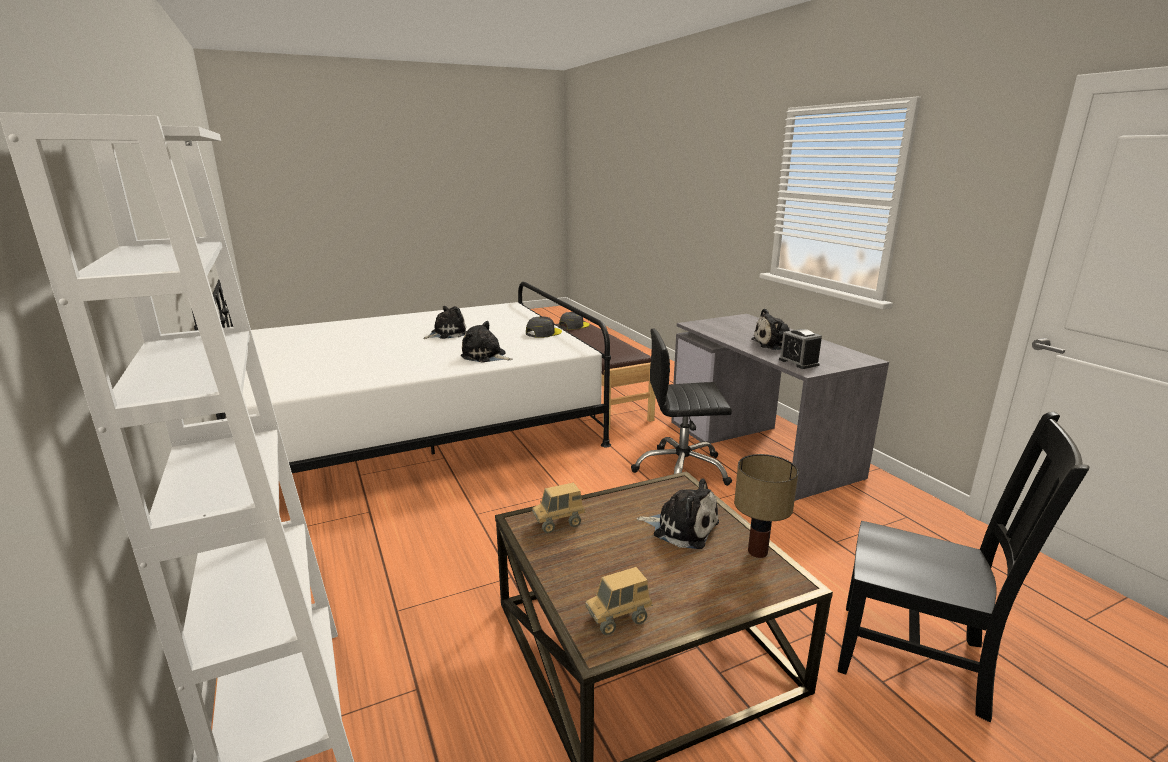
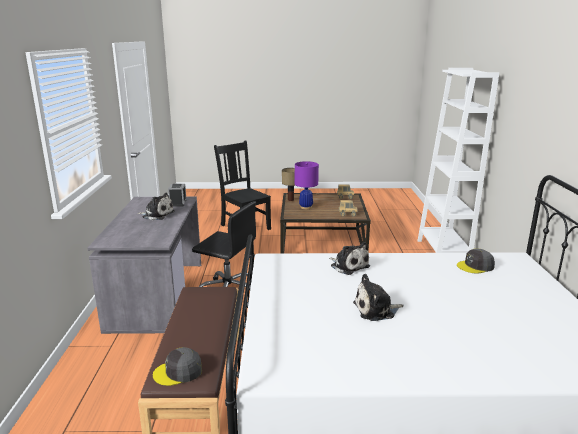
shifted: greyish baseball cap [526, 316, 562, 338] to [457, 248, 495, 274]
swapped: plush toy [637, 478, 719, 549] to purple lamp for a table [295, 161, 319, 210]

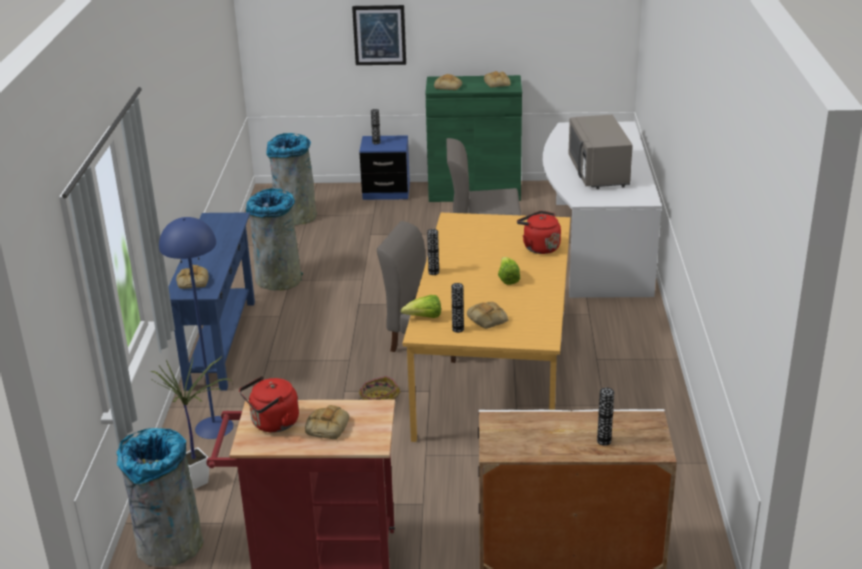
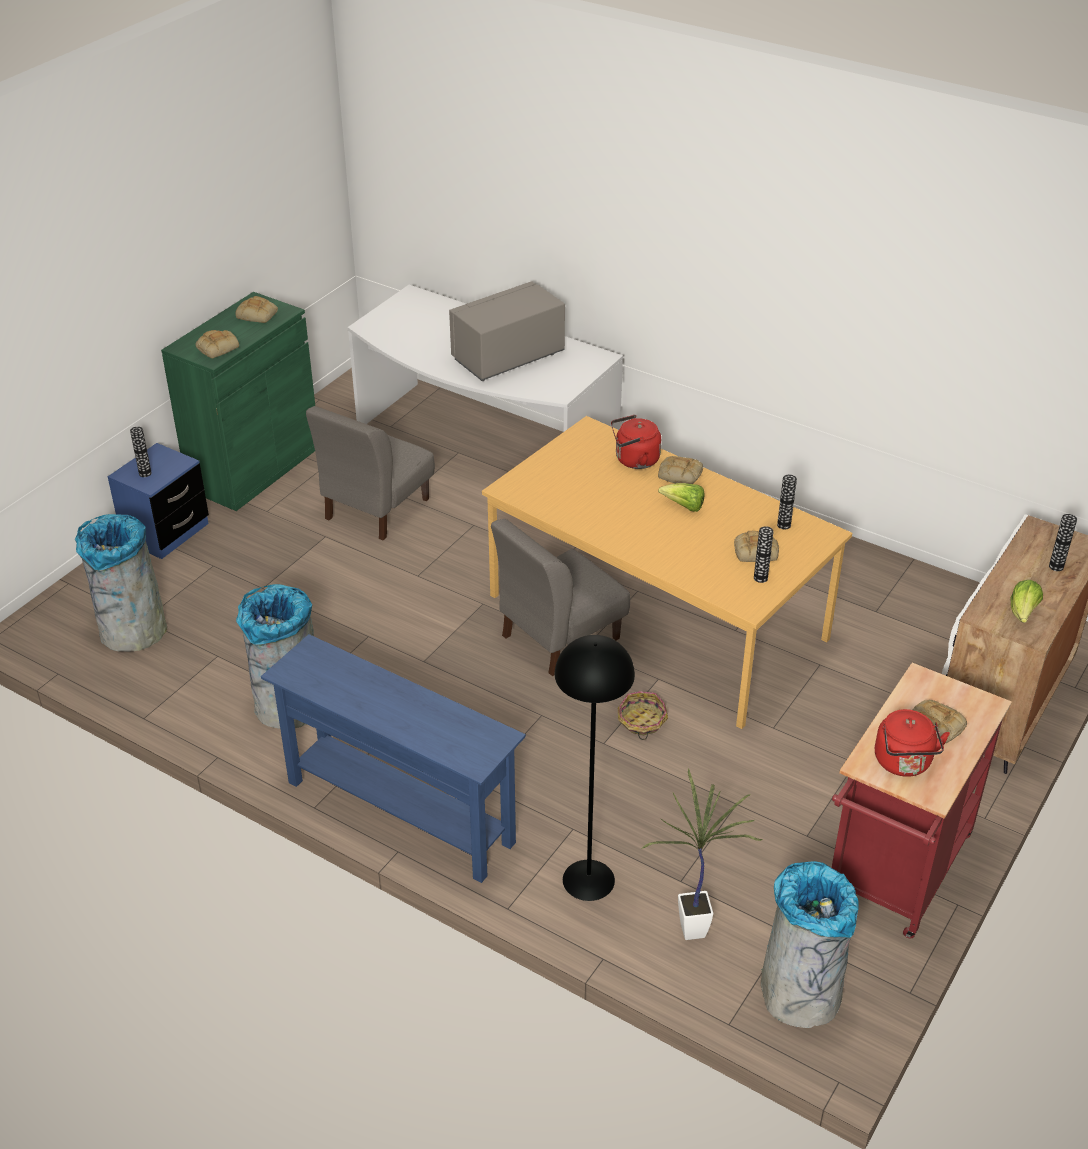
gone: wall picture [352, 5, 406, 65]
shifted: decorative vase [427, 229, 439, 275] to [777, 475, 797, 530]; bread [176, 265, 209, 289] to [658, 456, 703, 484]; lettuce [401, 295, 441, 318] to [1010, 580, 1043, 623]
repainted: blue-coloured standing lamp [159, 217, 234, 439] to black standing lamp [555, 635, 635, 901]
rotated: greyish kitchen microwave [569, 115, 633, 189] = [449, 281, 565, 381] 120 degrees clockwise

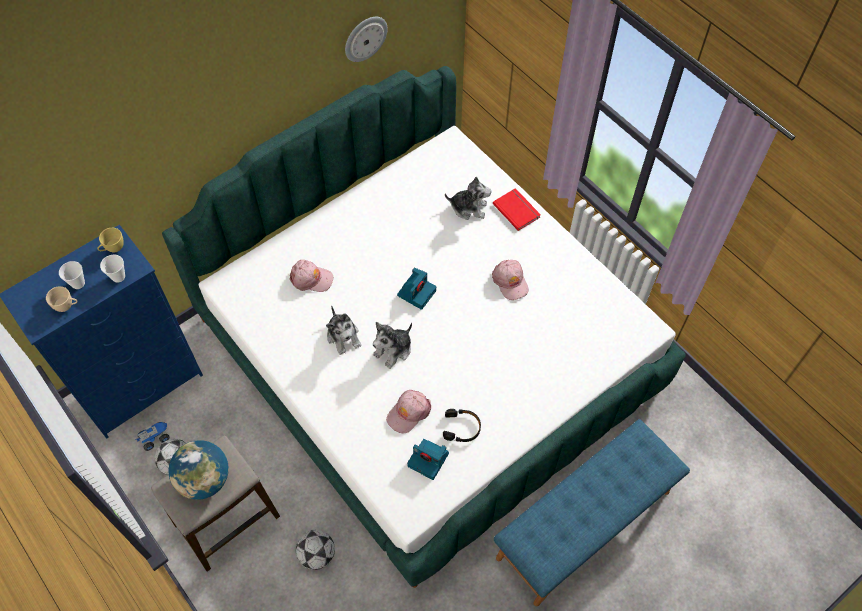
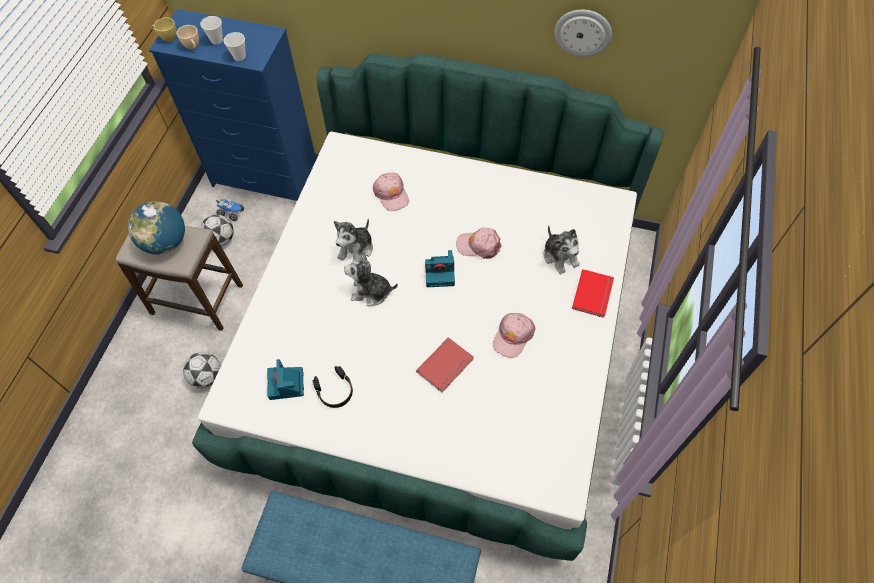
new: reddish book [416, 337, 473, 393]
shifted: yellow drinking cup [97, 228, 124, 252] to [152, 17, 177, 42]; pink-coloured baseball cap [386, 390, 431, 433] to [456, 228, 502, 259]

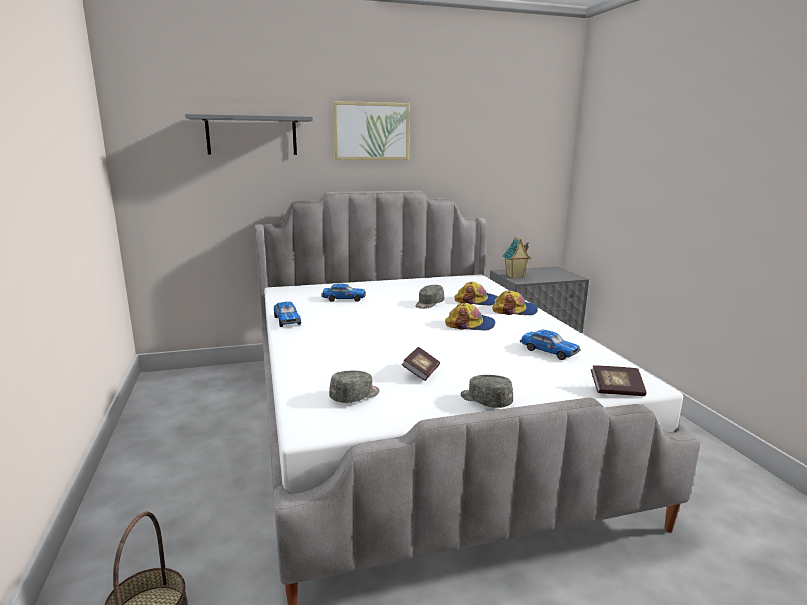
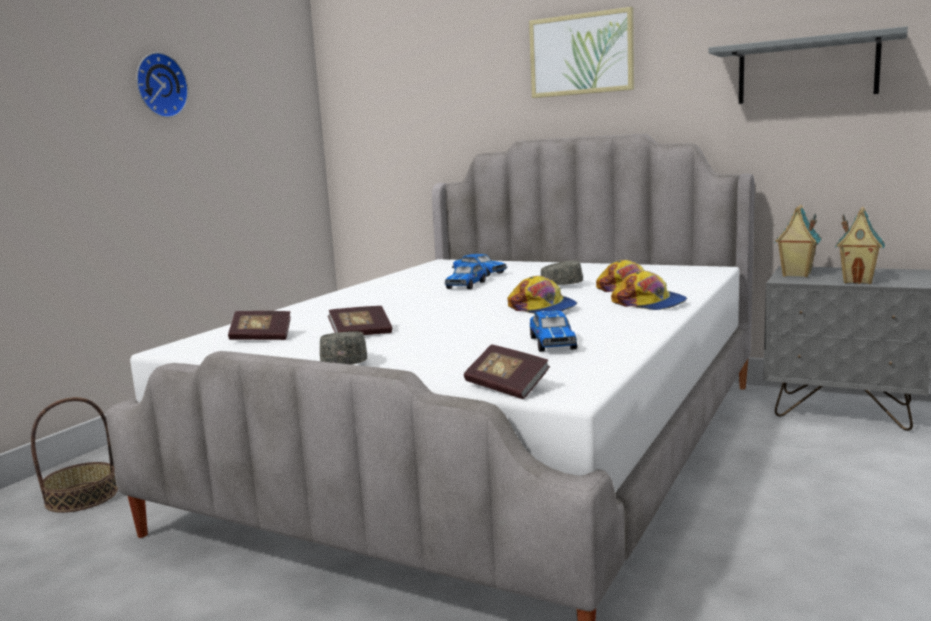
new: wall clock [136, 52, 189, 118]; model house [836, 207, 885, 284]
shifted: greyish bracket shelf [185, 114, 313, 155] to [709, 26, 908, 104]; miniature car [274, 302, 301, 327] to [445, 263, 488, 289]
swapped: greyish baseball cap [329, 371, 380, 403] to book [228, 311, 291, 340]

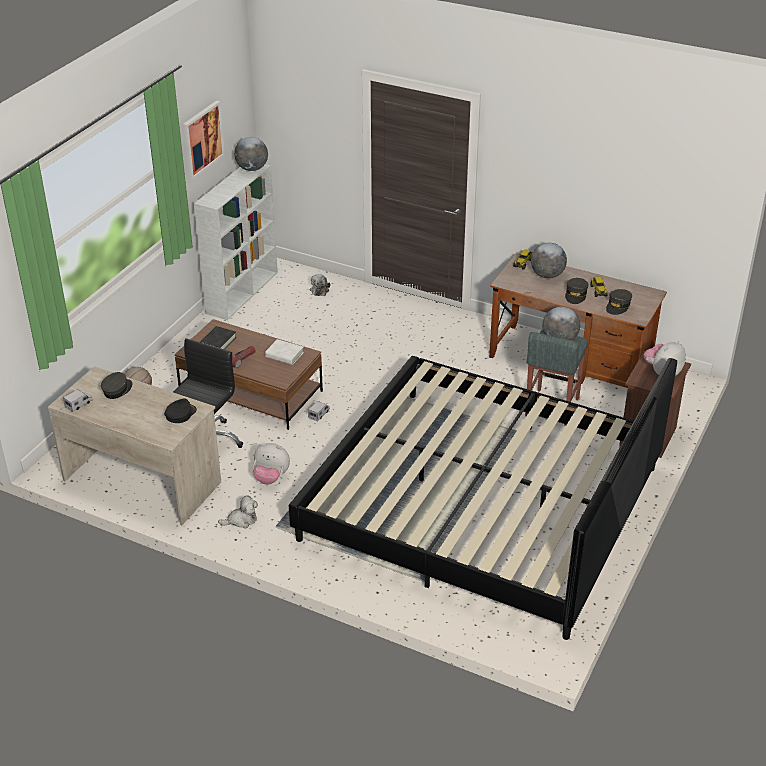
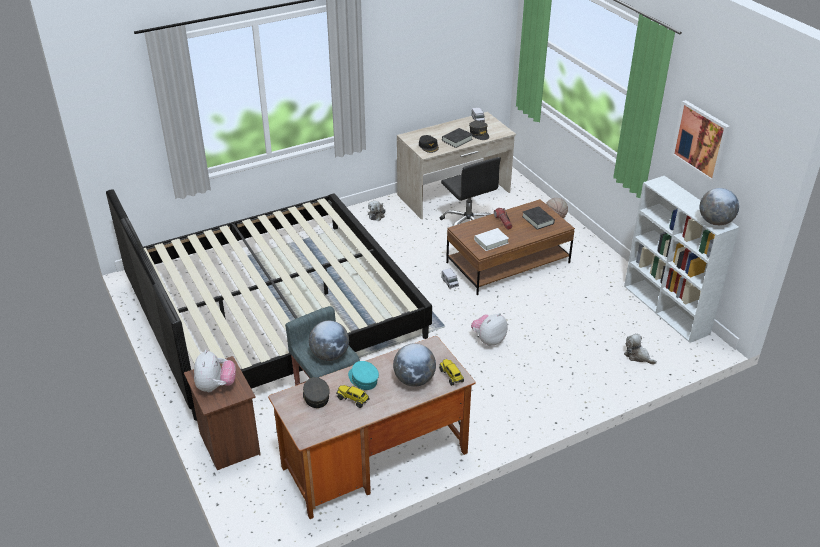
new: black book [442, 128, 473, 148]
shifted: plush toy [252, 443, 290, 485] to [471, 313, 508, 346]
repainted: greyish baseball cap [565, 278, 588, 304] to turquoise-coloured baseball cap [348, 361, 379, 390]

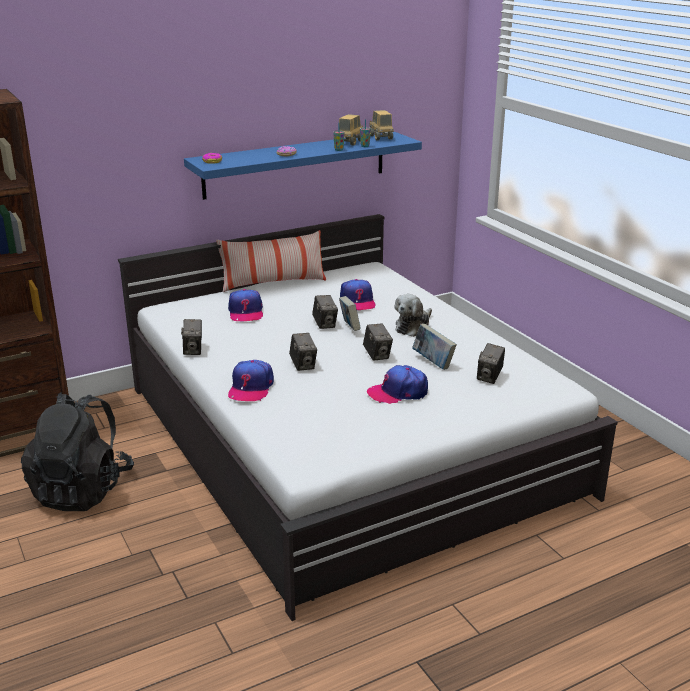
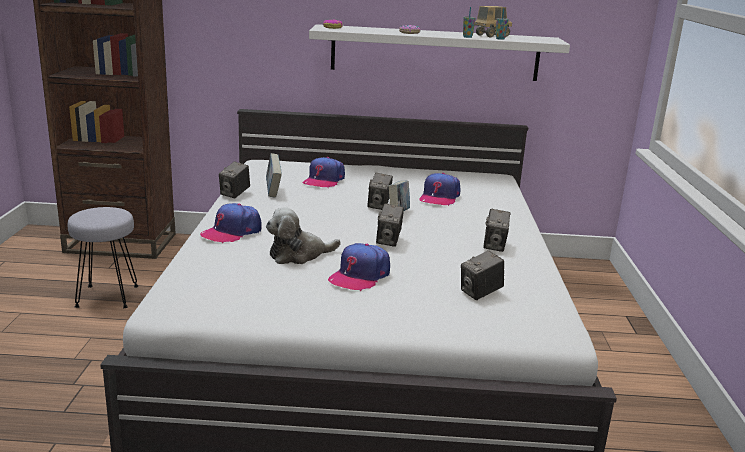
gone: model truck [369, 110, 394, 140]; throw pillow [216, 230, 326, 292]
shifted: plush toy [394, 294, 432, 337] to [266, 207, 341, 264]; book [412, 324, 457, 370] to [266, 153, 282, 198]; still camera [289, 333, 317, 371] to [483, 209, 510, 252]
swapped: black rucksack [21, 392, 134, 511] to greyish stool seat [68, 207, 138, 308]
repainted: blue-coloured bracket shelf [184, 132, 422, 200] to white-coloured bracket shelf [309, 24, 570, 81]
rotated: baseball cap [367, 365, 428, 404] = [328, 243, 390, 291] 75 degrees counterclockwise

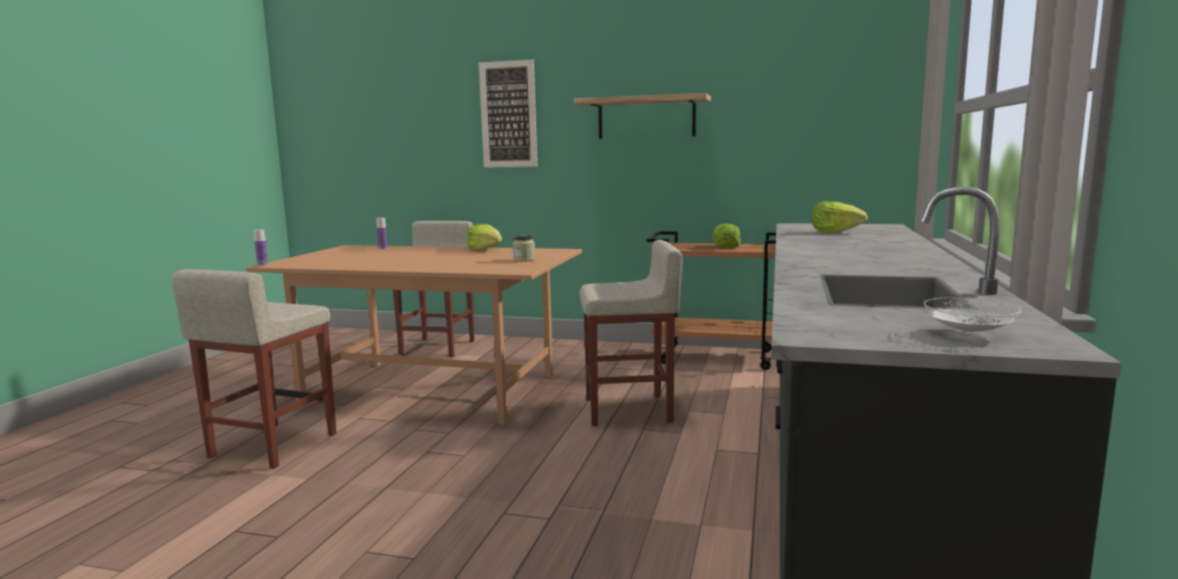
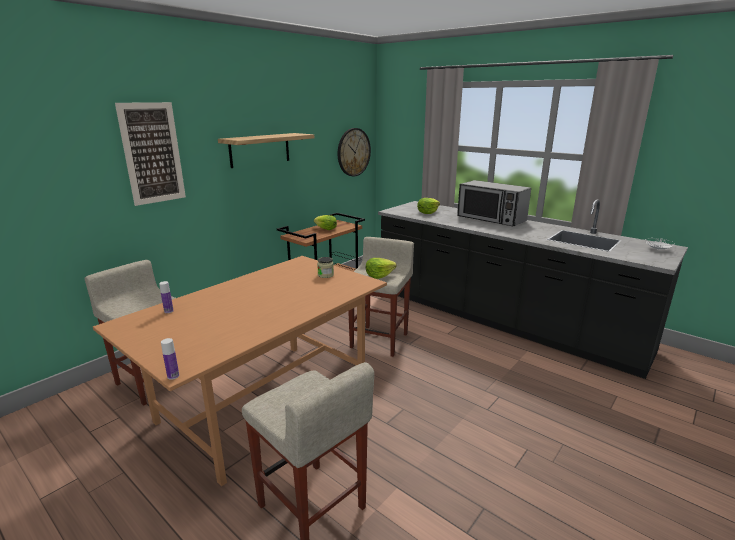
new: wall clock [338, 128, 371, 176]; kitchen microwave [457, 180, 531, 226]
shifted: lettuce [467, 224, 502, 250] to [366, 258, 397, 279]

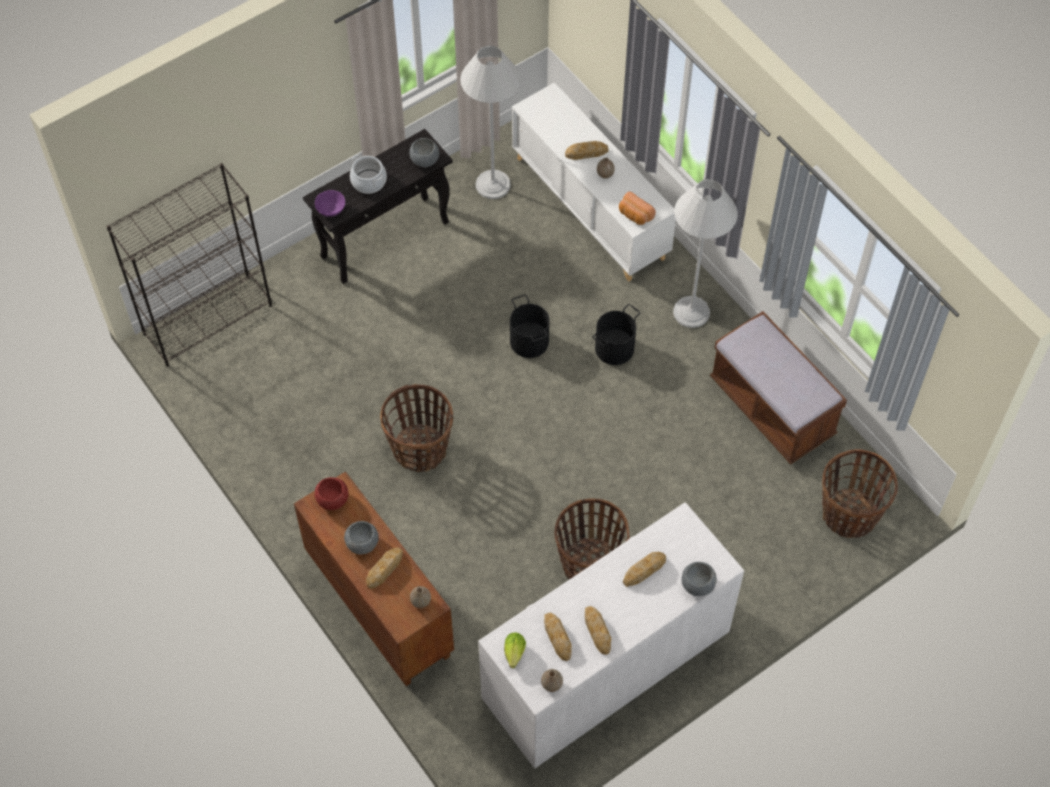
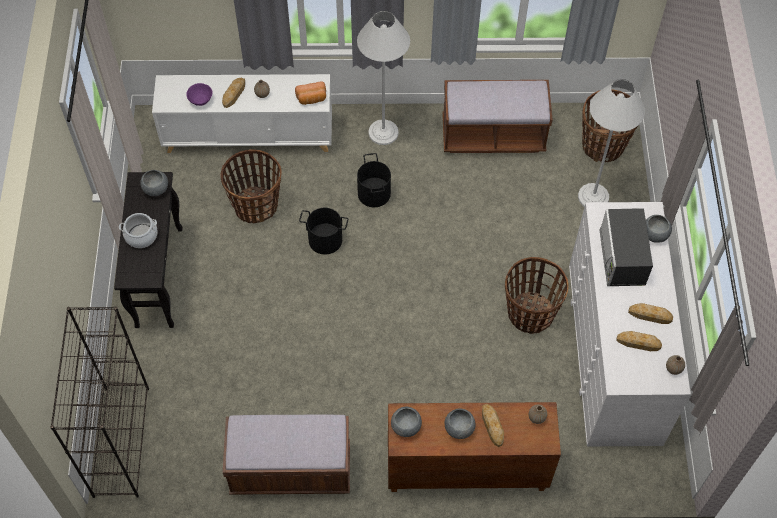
gone: lettuce [504, 632, 526, 668]
new: brownish long seat [223, 415, 350, 495]
shifted: white-coloured standing lamp [460, 46, 521, 199] to [578, 79, 645, 207]; purple deep dish [315, 190, 345, 217] to [186, 83, 213, 106]; storage basket [380, 384, 453, 472] to [220, 149, 281, 224]
swapped: bread [623, 552, 666, 587] to kitchen microwave [600, 208, 653, 286]
repainted: reddish deep dish [315, 477, 348, 510] to greyish deep dish [391, 407, 422, 437]

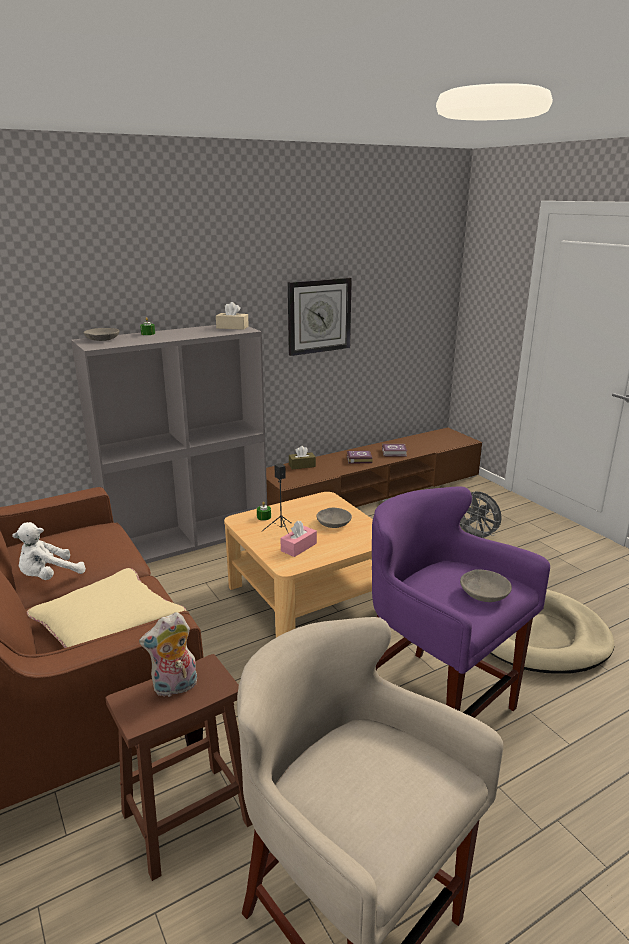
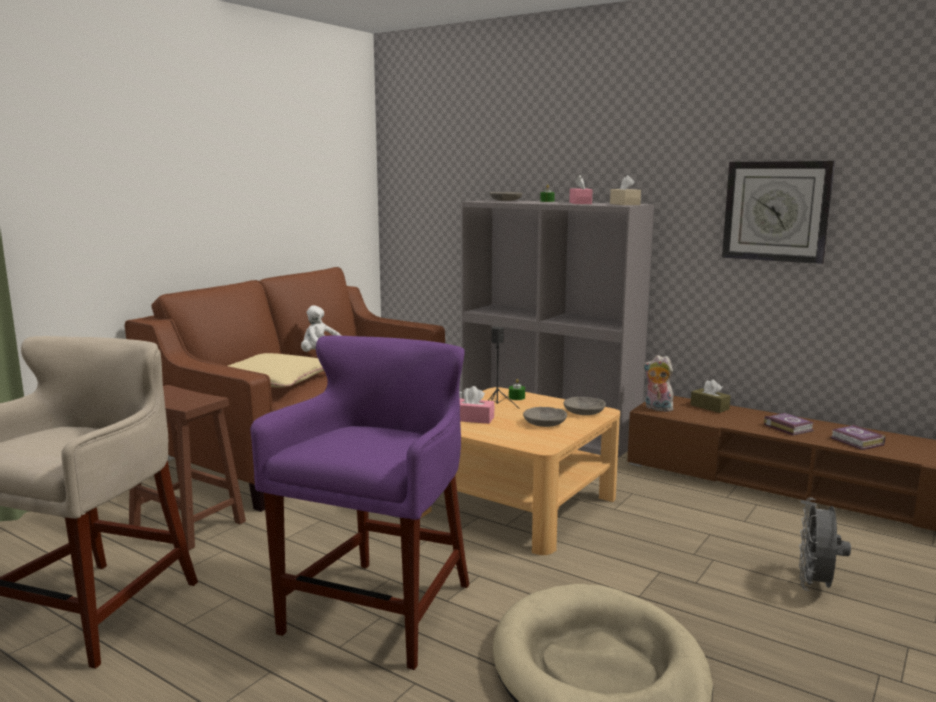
new: pink-coloured tissue holder [569, 175, 593, 204]
shifted: greyish deep dish [460, 569, 512, 602] to [563, 397, 606, 415]; plush toy [139, 612, 197, 698] to [643, 355, 675, 412]

